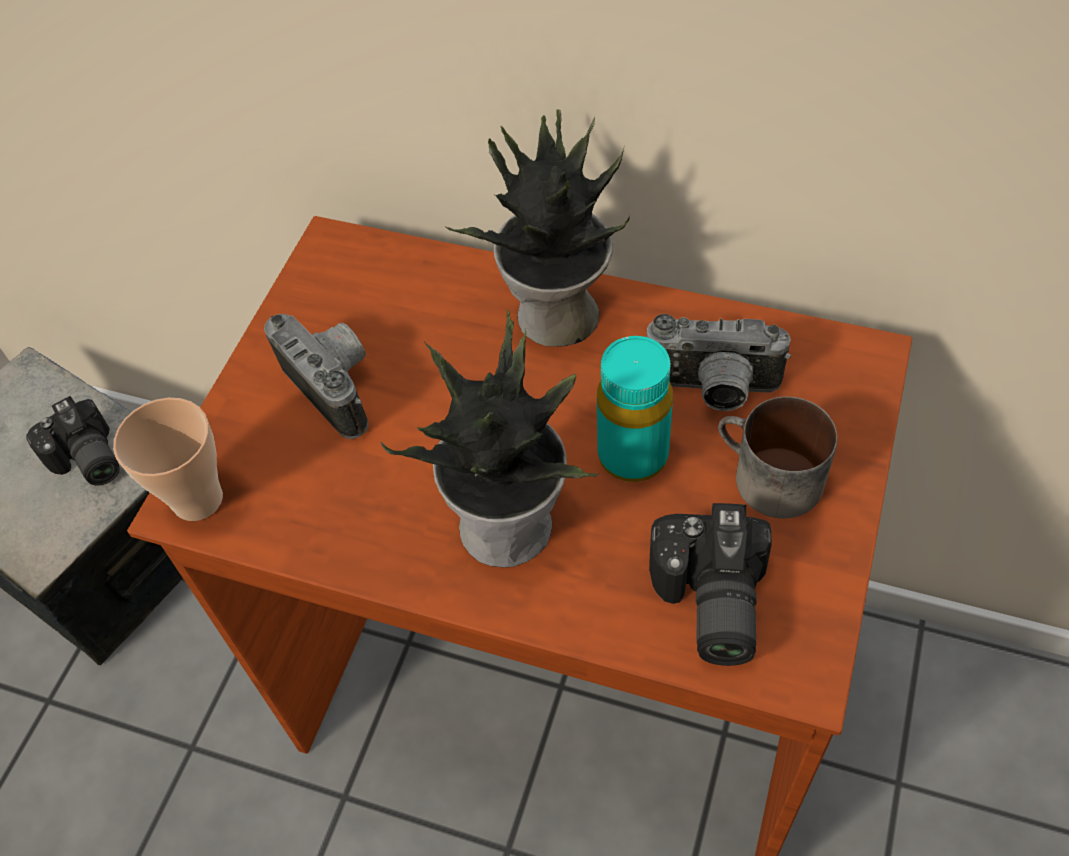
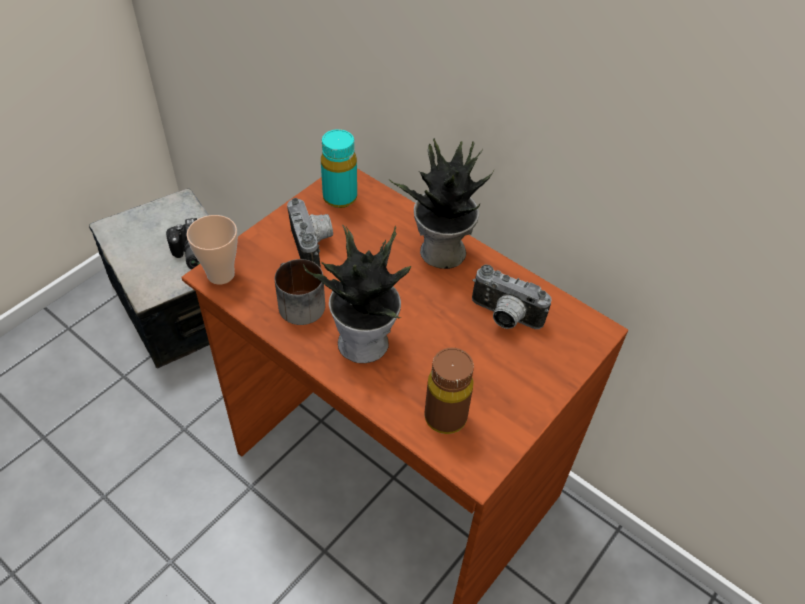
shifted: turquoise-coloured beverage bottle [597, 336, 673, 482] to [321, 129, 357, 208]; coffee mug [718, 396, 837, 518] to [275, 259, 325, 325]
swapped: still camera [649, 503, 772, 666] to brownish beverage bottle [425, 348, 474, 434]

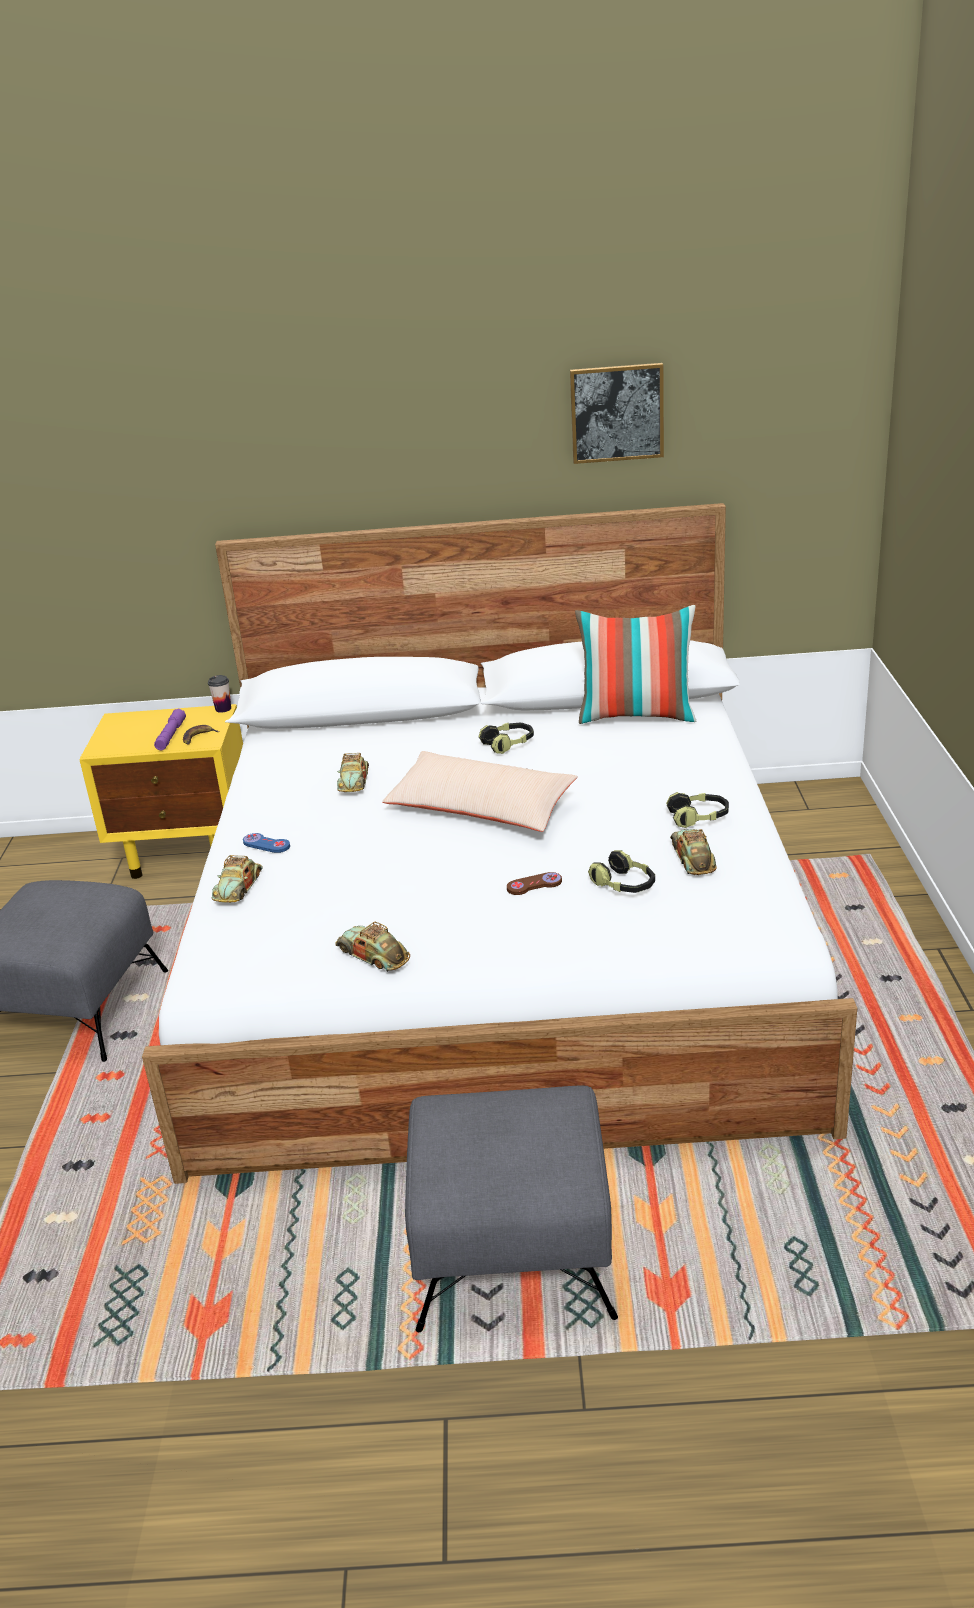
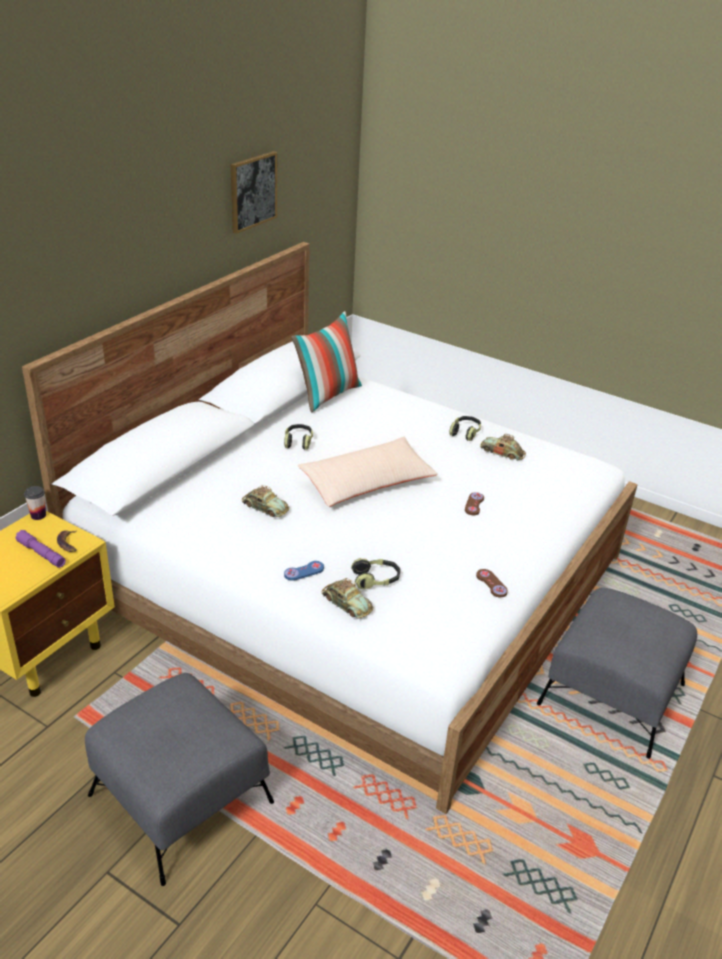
shifted: pair of headphones [588, 850, 655, 893] to [351, 558, 400, 590]
swapped: miniature car [335, 922, 410, 972] to brownish game controller [476, 569, 508, 597]

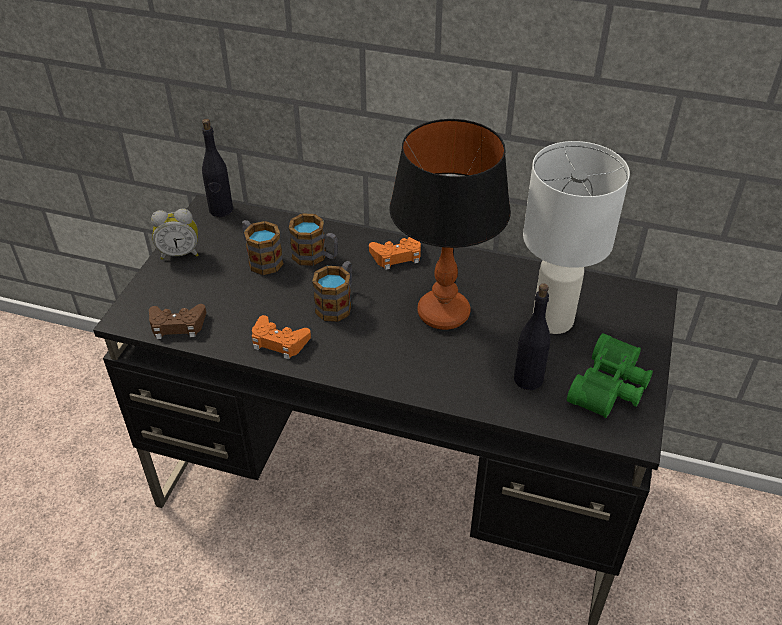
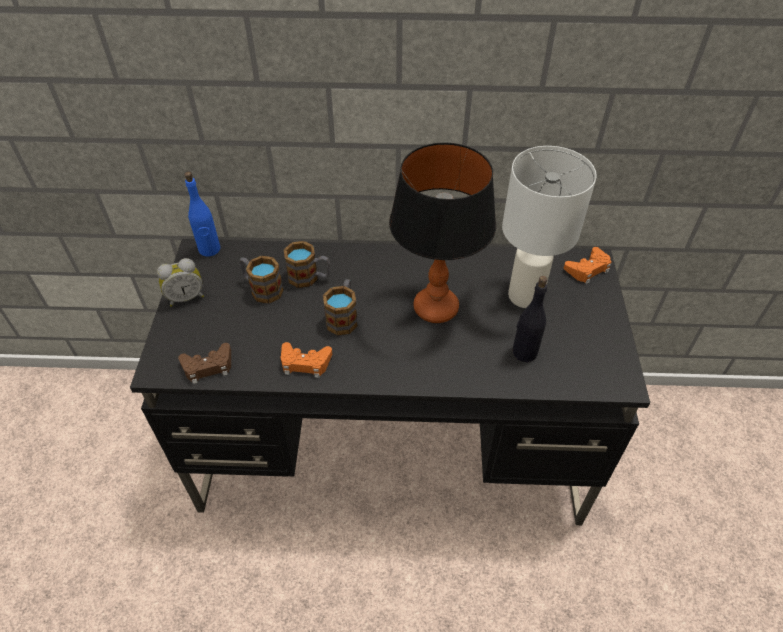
gone: green pair of binoculars [567, 333, 653, 418]
shifted: orangey game controller [369, 237, 421, 270] to [564, 247, 612, 284]
repainted: black beverage bottle [202, 118, 233, 217] to blue-coloured beverage bottle [184, 171, 220, 256]

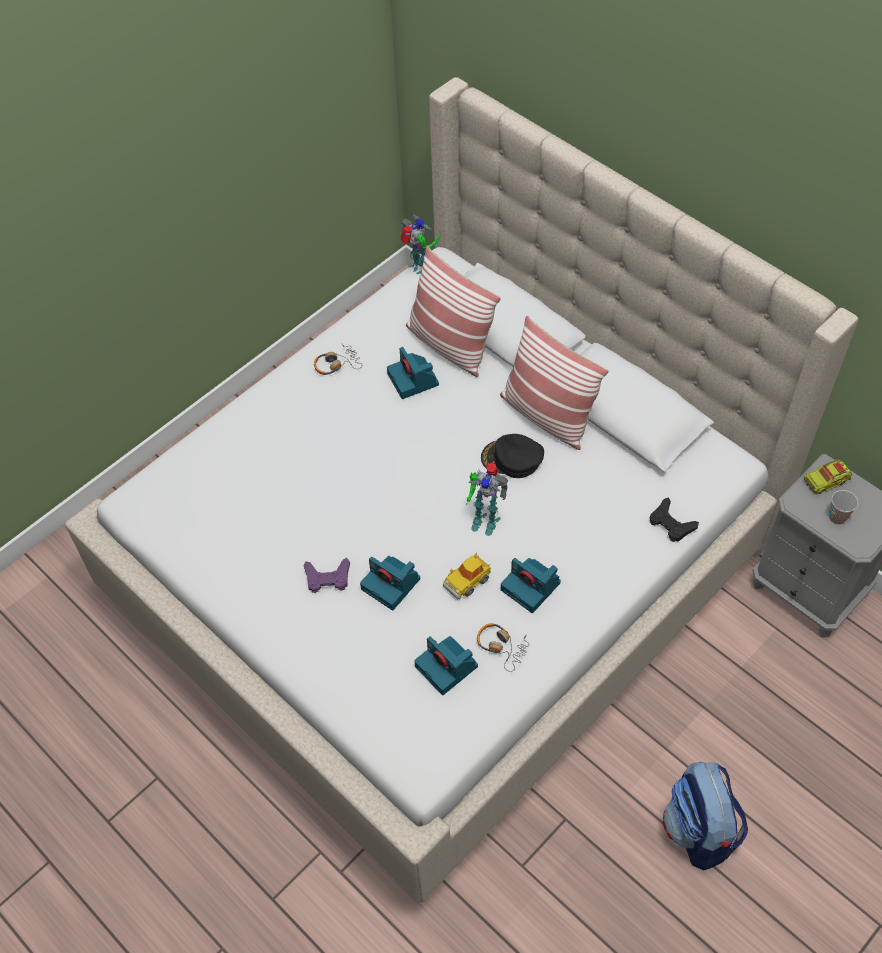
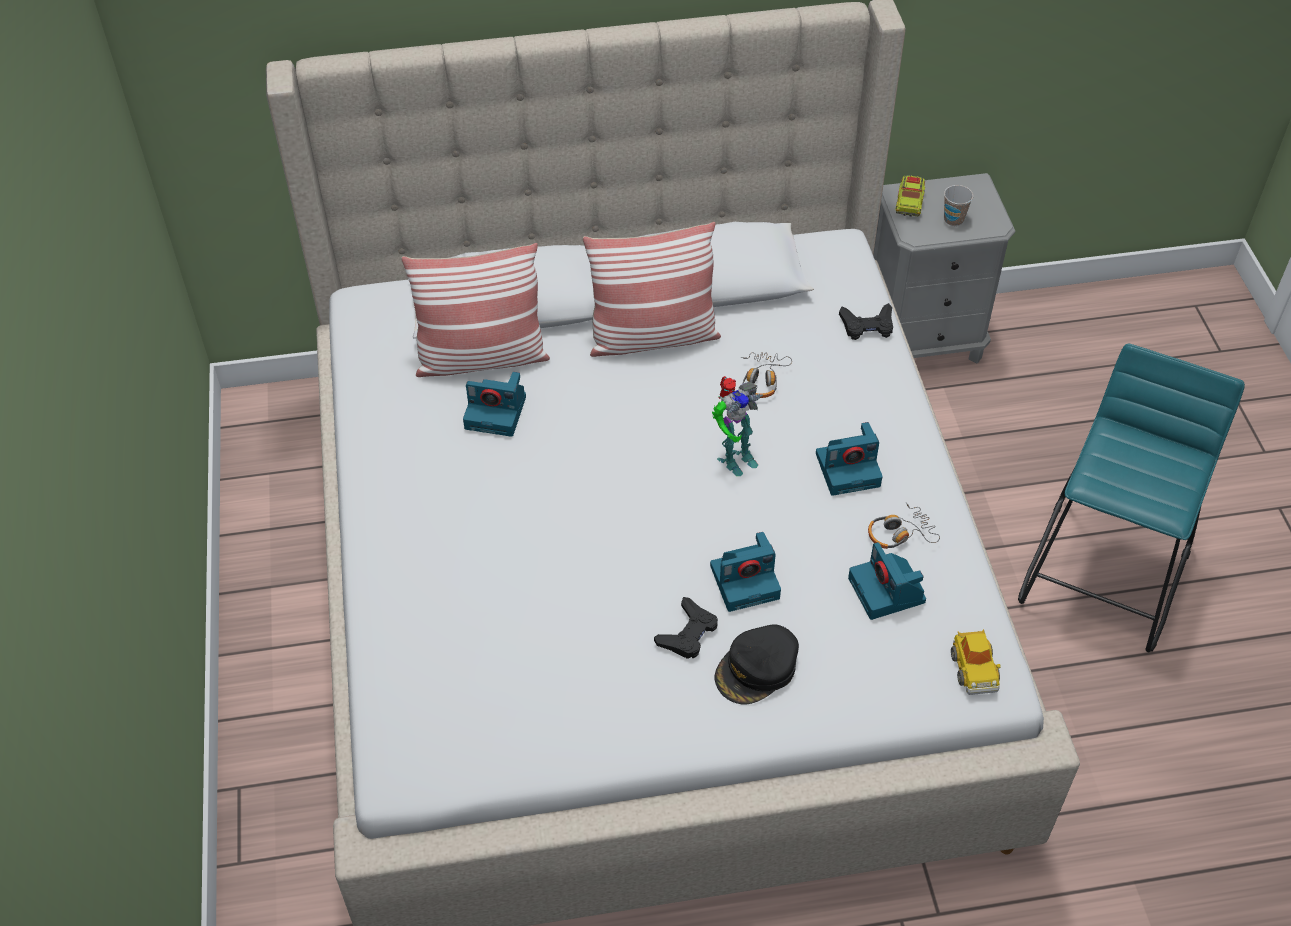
gone: toy robot [400, 214, 440, 274]
shifted: pair of headphones [314, 344, 362, 375] to [741, 352, 792, 398]; black baseball cap [481, 434, 544, 478] to [715, 625, 799, 704]; miniature car [443, 552, 491, 599] to [951, 629, 1001, 695]
swapped: rucksack [663, 762, 748, 871] to turquoise-coloured stool seat [1018, 344, 1245, 653]
repainted: purple game controller [304, 558, 350, 593] to black game controller [654, 597, 718, 659]
rotated: still camera [414, 636, 478, 695] = [848, 542, 926, 620] 75 degrees clockwise

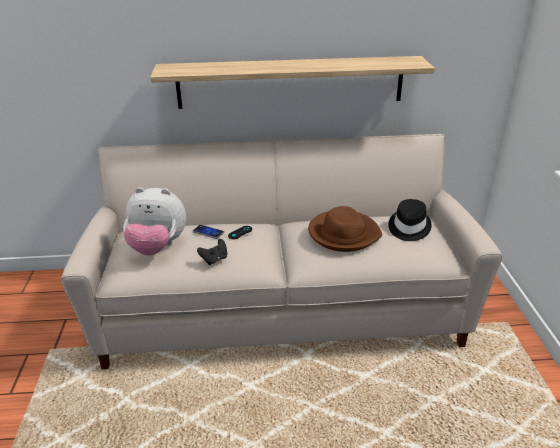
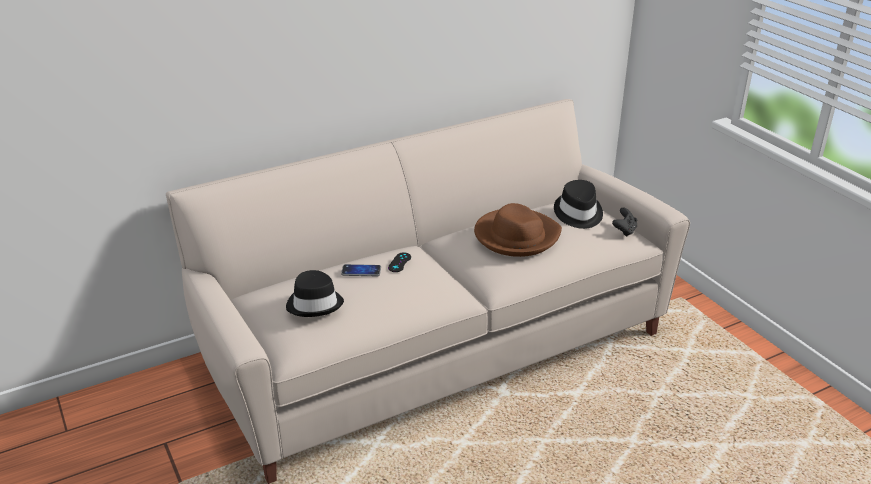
gone: bracket shelf [150, 56, 435, 109]
shifted: black game controller [197, 239, 227, 265] to [612, 208, 637, 237]
swapped: plush toy [123, 187, 186, 255] to black hat [286, 270, 344, 317]

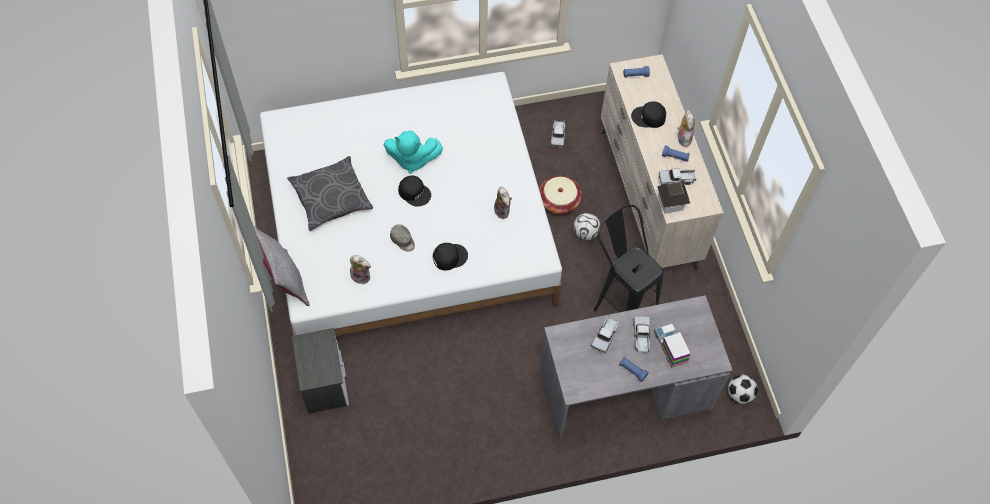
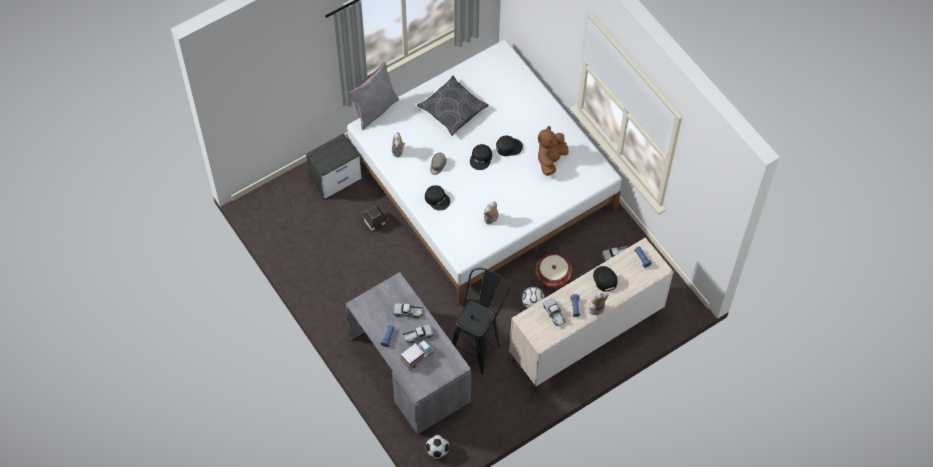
new: brownish plush toy [538, 126, 568, 176]
shifted: model house [657, 182, 690, 214] to [361, 205, 388, 231]
swapped: turquoise-coloured plush toy [384, 130, 443, 174] to black baseball cap [496, 136, 523, 156]

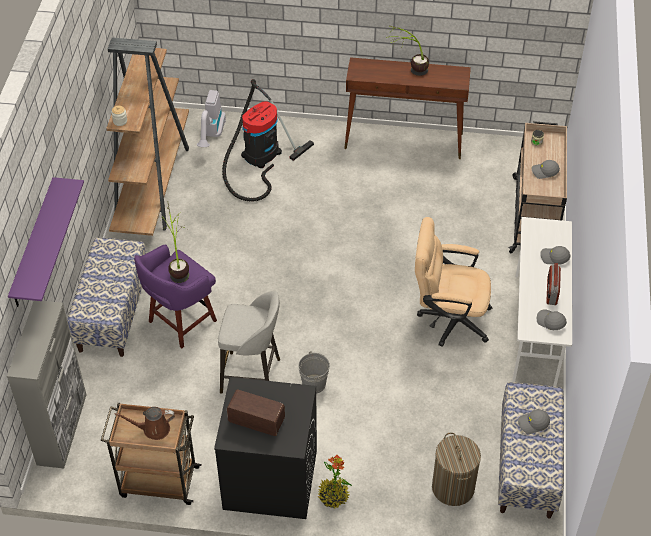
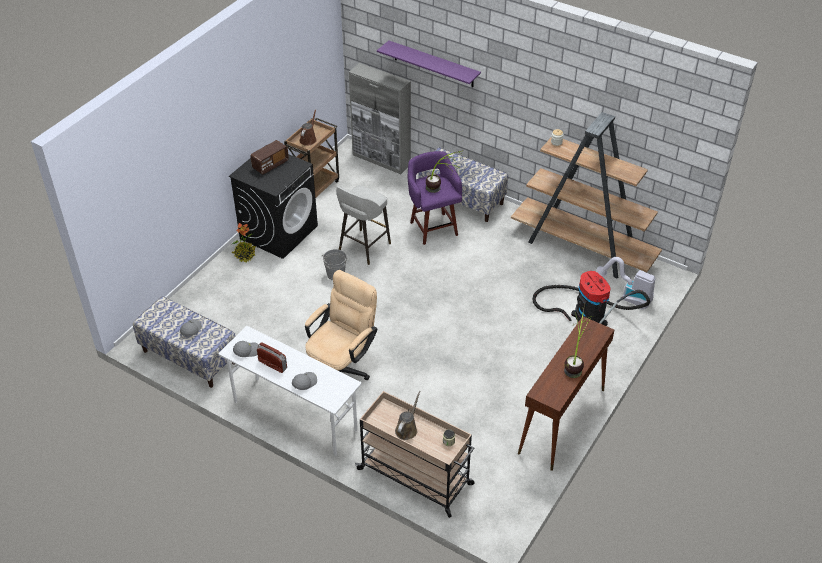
gone: laundry basket [432, 433, 481, 506]
swapped: greyish baseball cap [532, 160, 560, 179] to brownish watering pot [395, 391, 421, 440]

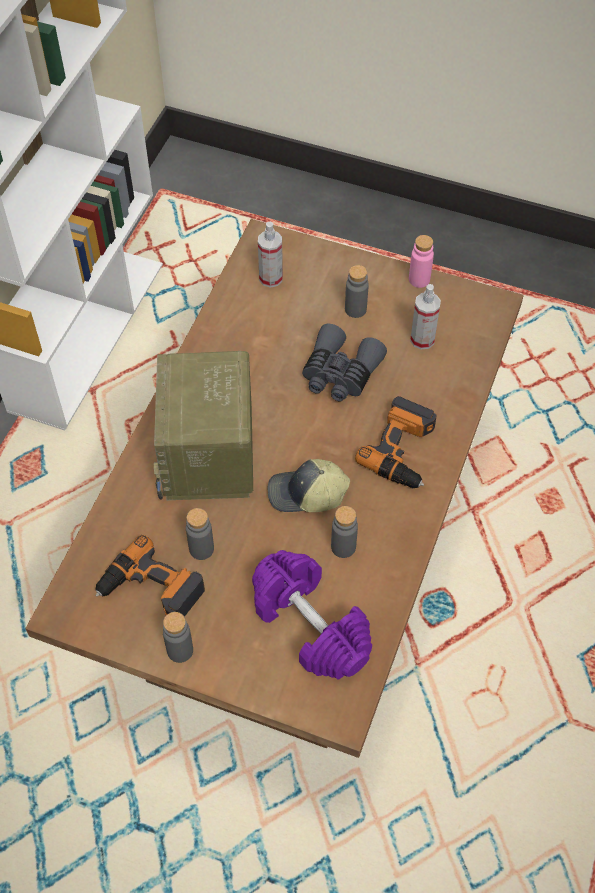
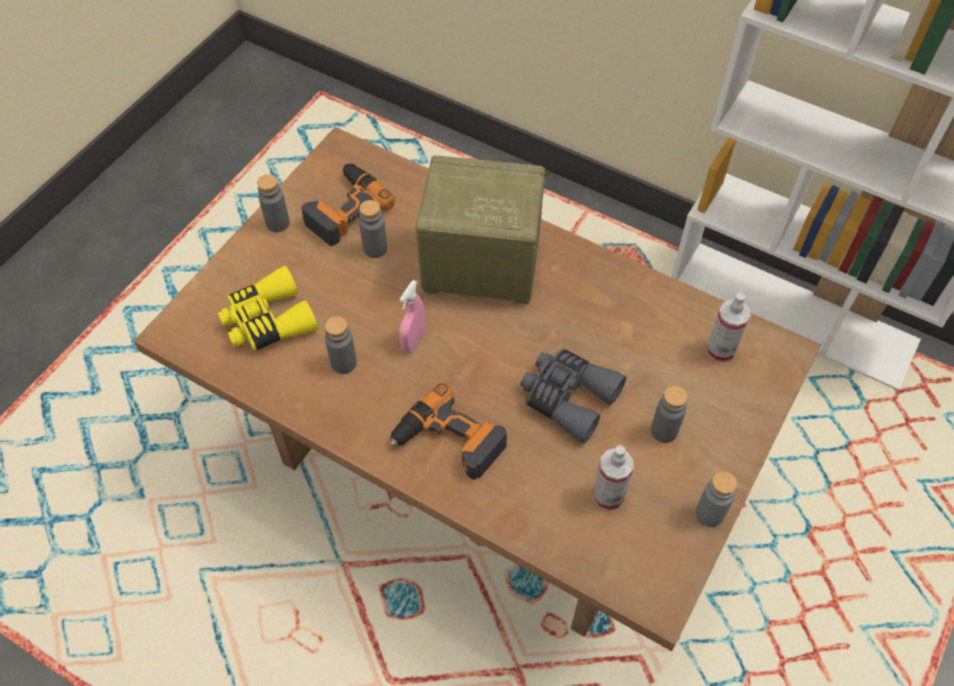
swapped: baseball cap [268, 459, 350, 512] to pink-coloured hand sprayer [399, 280, 426, 353]; purple hand weight [252, 550, 372, 680] to yellow pair of binoculars [218, 266, 318, 351]
repainted: pink-coloured beverage bottle [409, 235, 434, 288] to greyish beverage bottle [695, 471, 737, 527]

